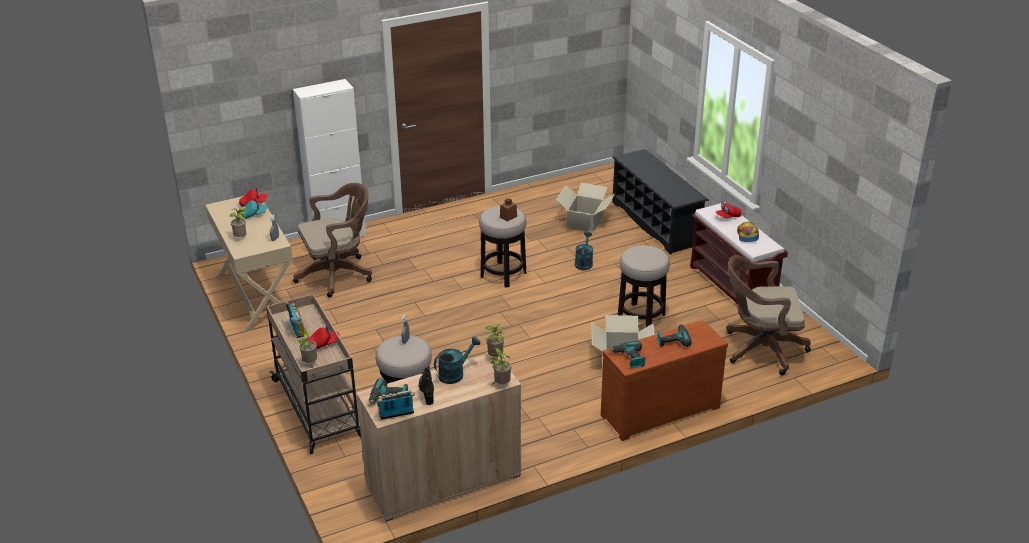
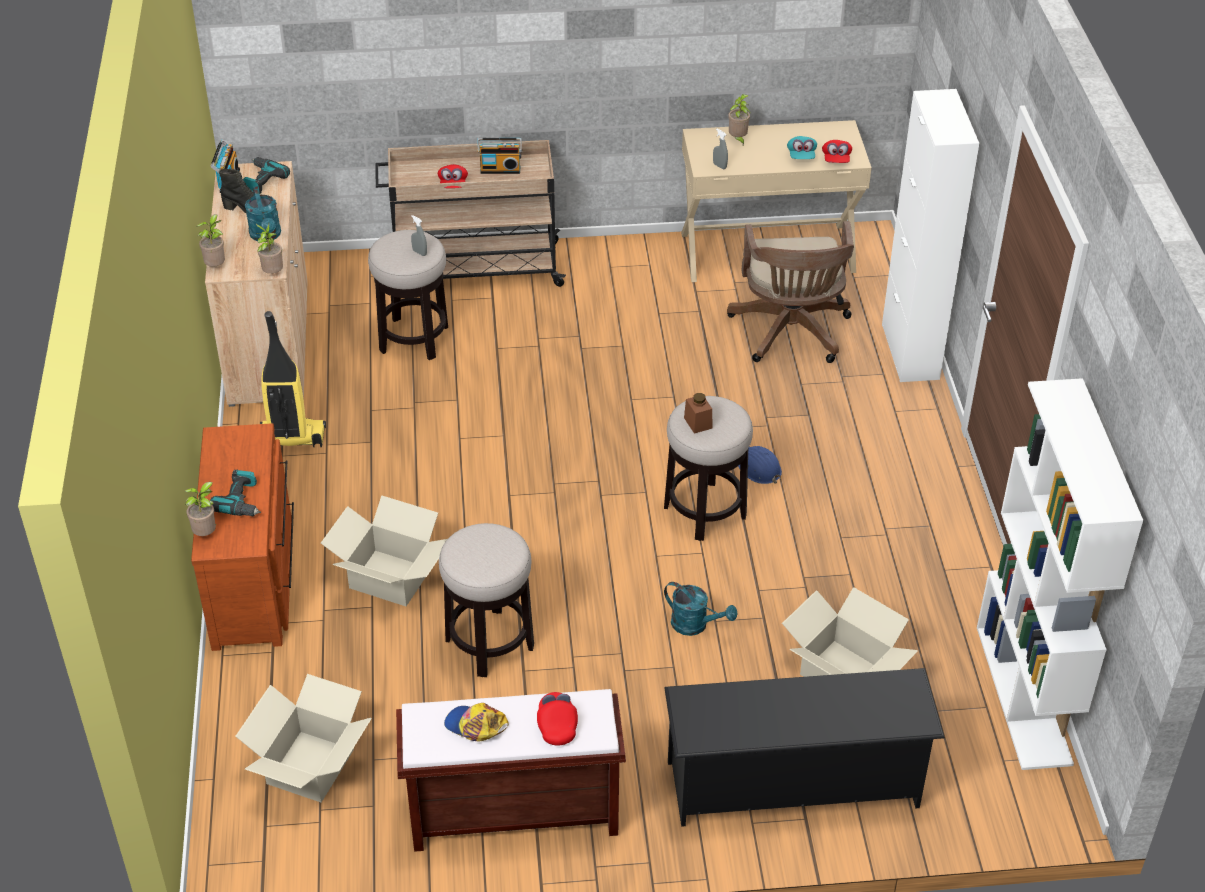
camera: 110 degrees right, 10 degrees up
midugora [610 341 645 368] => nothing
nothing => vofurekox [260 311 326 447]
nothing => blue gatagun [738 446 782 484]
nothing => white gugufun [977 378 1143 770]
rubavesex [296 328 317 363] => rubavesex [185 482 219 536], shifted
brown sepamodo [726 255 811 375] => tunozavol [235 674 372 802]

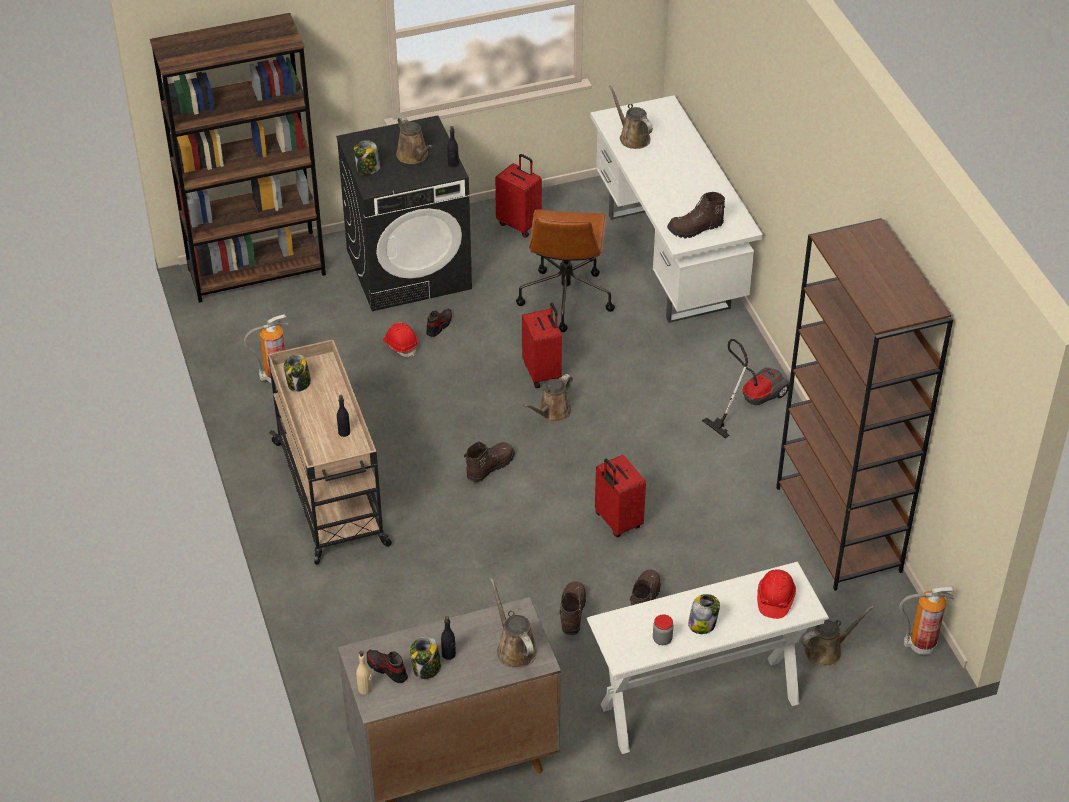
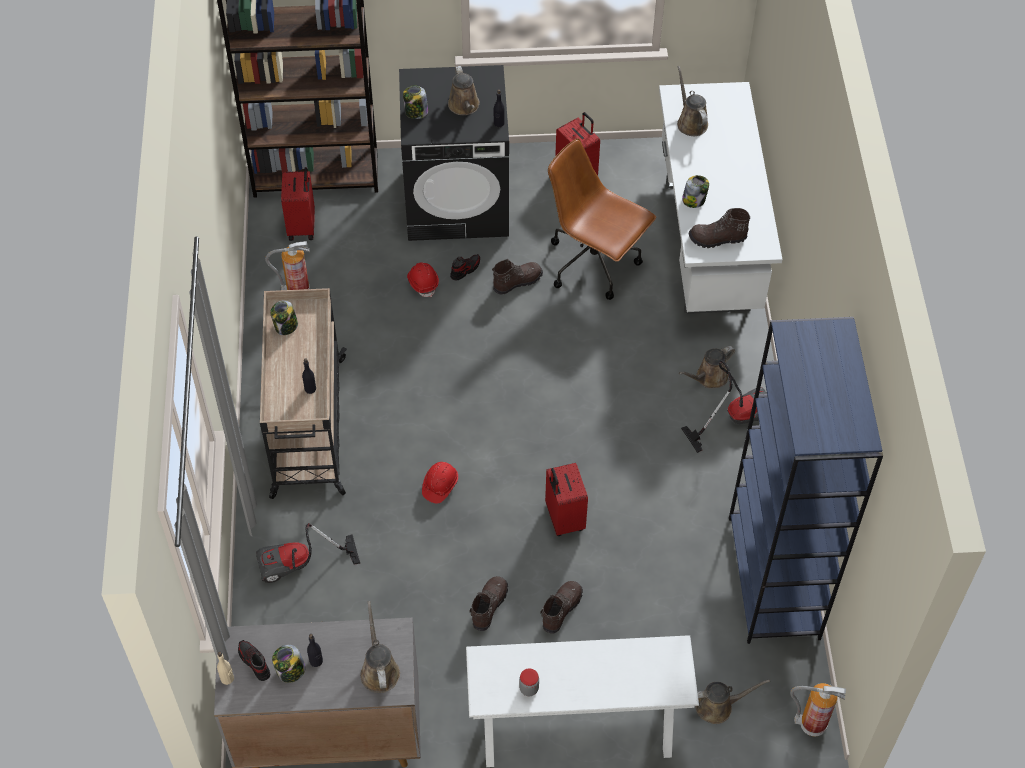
camera: 15 degrees right, 10 degrees up
nothing => vofurekox [256 523 360 583]
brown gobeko [464 441 515 482] => brown gobeko [492 259 543 295], shifted
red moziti [522 302 562 388] => red moziti [281 167 315 241], shifted
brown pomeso [523 374 573 422] => brown pomeso [679 346 735 388], shifted
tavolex [688 594 720 634] => tavolex [682 175 709 208], shifted
red gatagun [757 569 796 619] => red gatagun [422 462 458 504], shifted
brown gugufun [776 218 953 591] => blue gugufun [729 317 883 644]
brown sepamodo [516 209 615 332] => brown sepamodo [548 138 656 300], 105 degrees clockwise

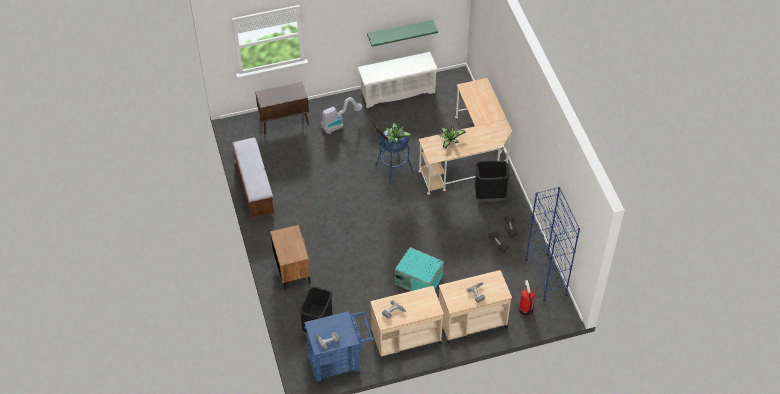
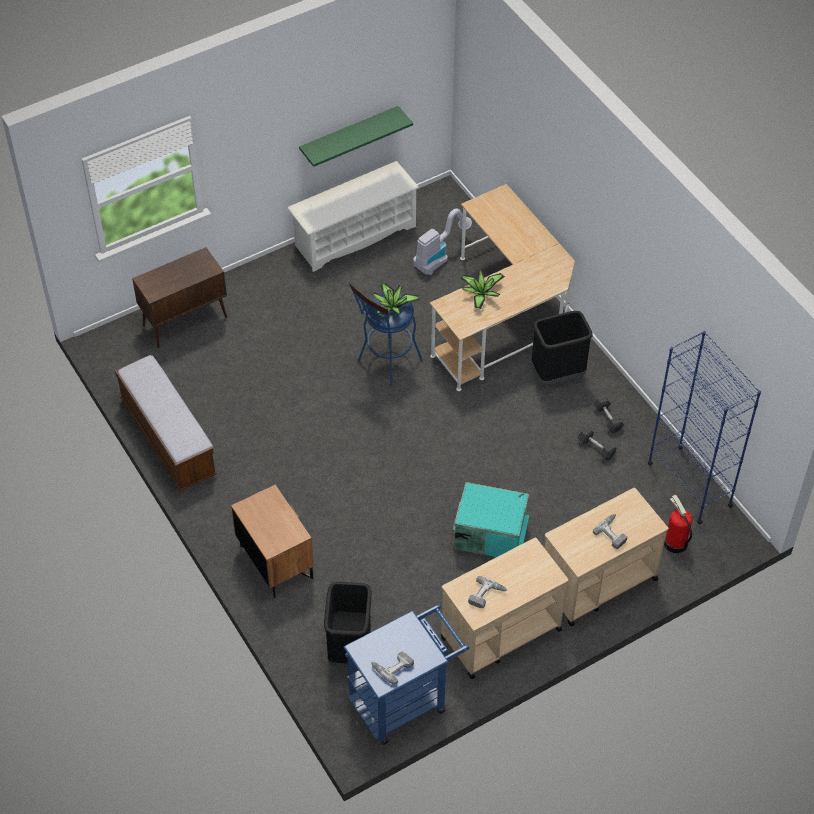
camera: 15 degrees left, 0 degrees up
vofurekox [321 97 362 134] => vofurekox [413 208 472 275], shifted

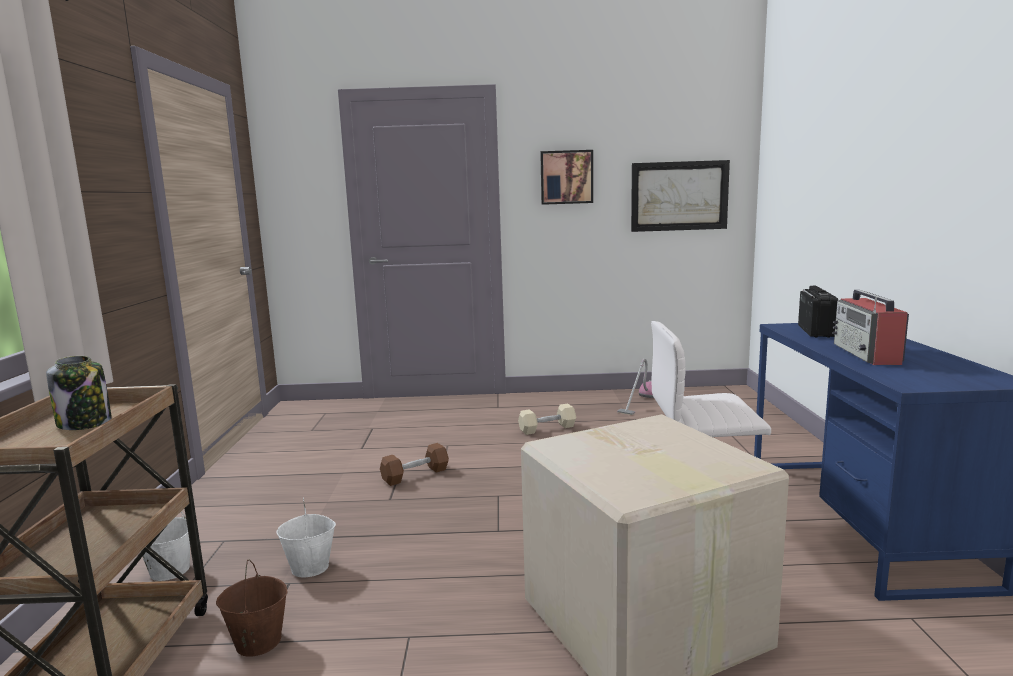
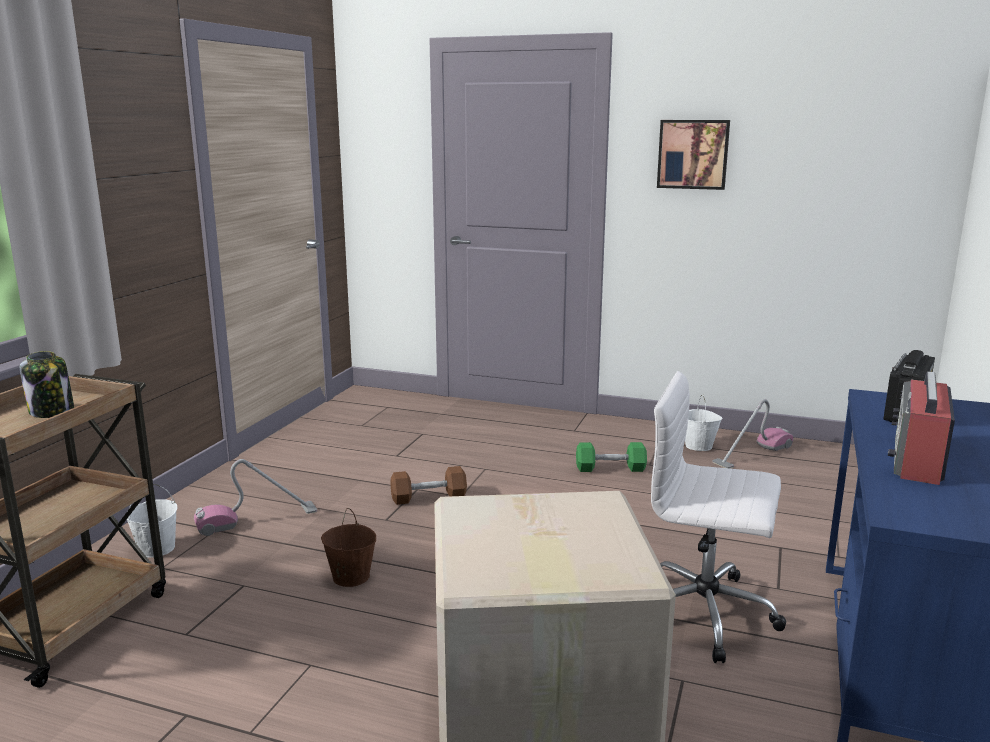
camera: 20 degrees right, 5 degrees up
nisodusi [631 160 730 232] => nothing
nothing => vofurekox [194 459 317 536]
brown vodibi [216 560 287 656] => brown vodibi [321 508 376 587], shifted
white vodibi [277 497 336 577] => white vodibi [685 394 723 451], shifted
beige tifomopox [518 403 576 435] => green tifomopox [576 442 647 472]

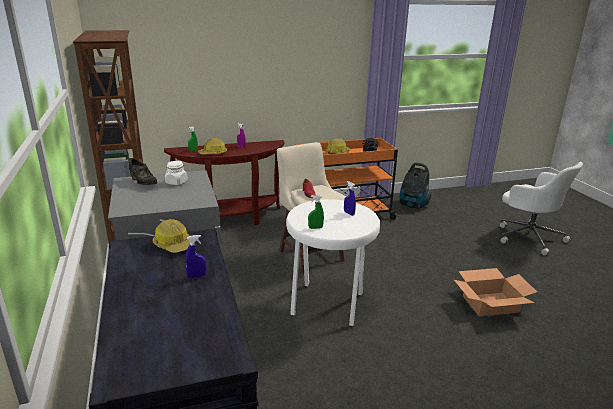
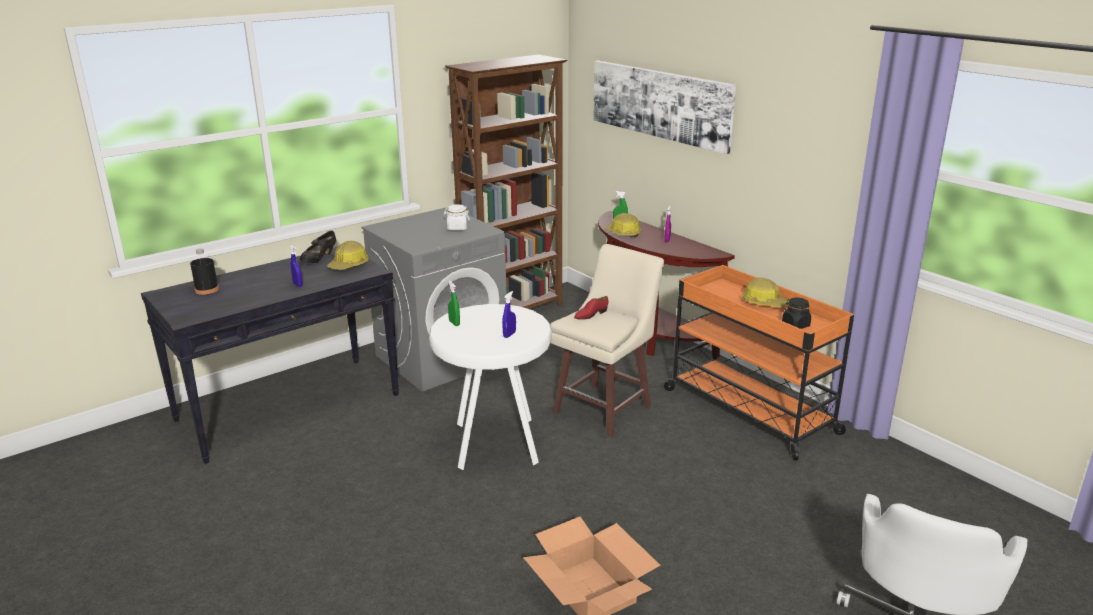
camera: 70 degrees right, 0 degrees up
vofurekox [400 163 431 209] => nothing
nothing => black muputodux [190 248 219 295]
nothing => nisodusi [593 61 736 154]
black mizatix [129 159 157 185] => black mizatix [300 231 336 263], shifted

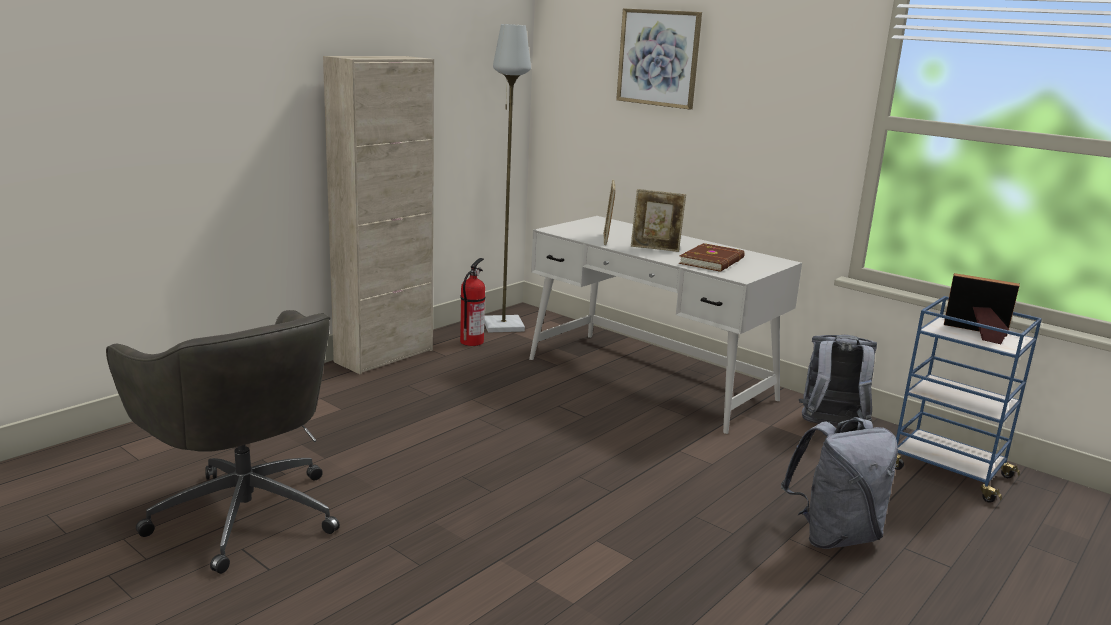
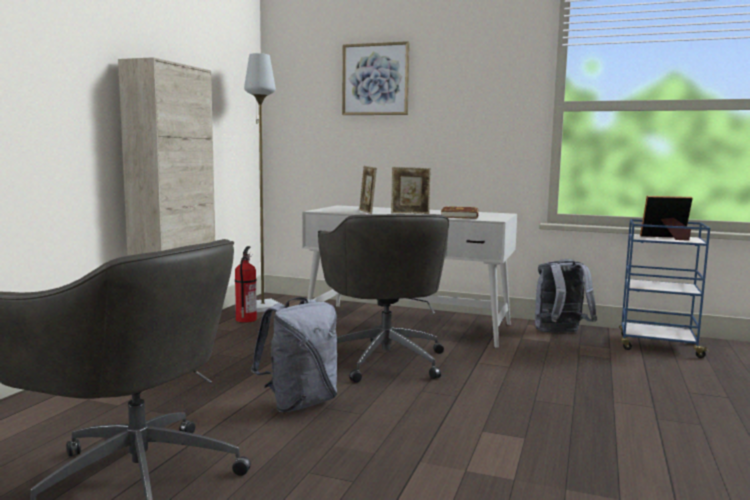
camera: 20 degrees left, 10 degrees down
nothing => grey sepamodo [318 214 449 383]
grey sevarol [781 417 898 549] => grey sevarol [251 297 337 412], shifted

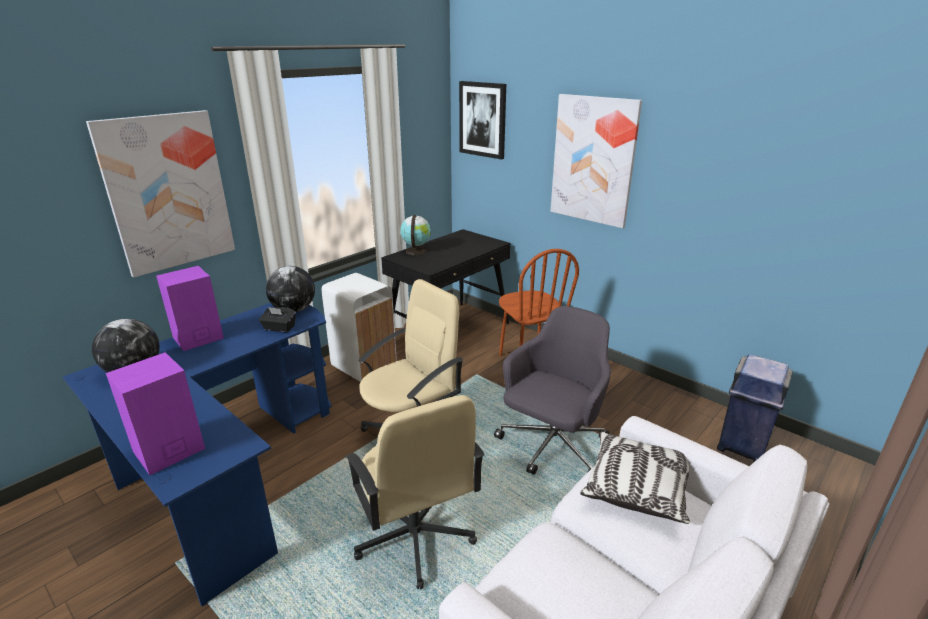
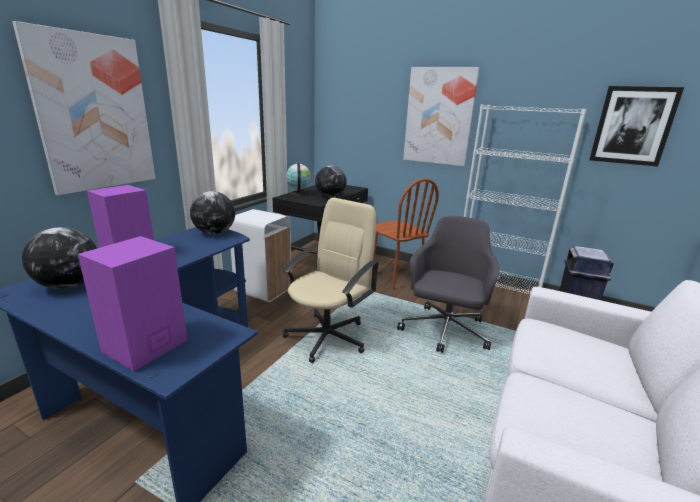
camera: 15 degrees left, 5 degrees down
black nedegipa [259 307 296 332] => nothing
beige sepamodo [345 395 485 589] => nothing
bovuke [580 432 690 524] => nothing
nothing => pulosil [315 165 347 198]
nothing => white gugufun [464 105 587 294]
nisodusi [459 81 506 160] => nisodusi [589 86 684 167], shifted

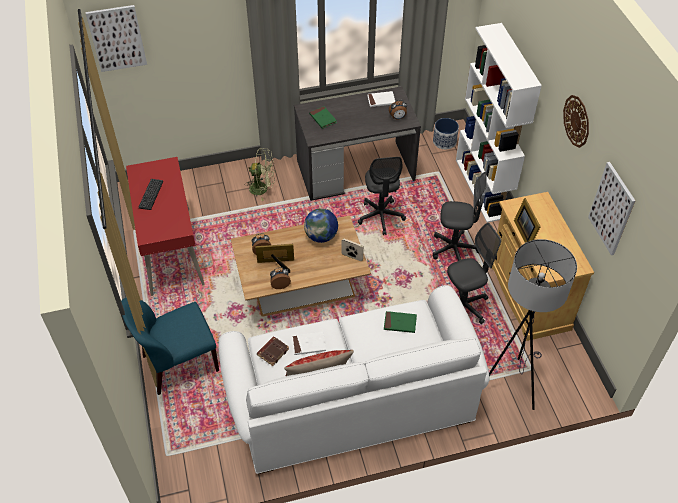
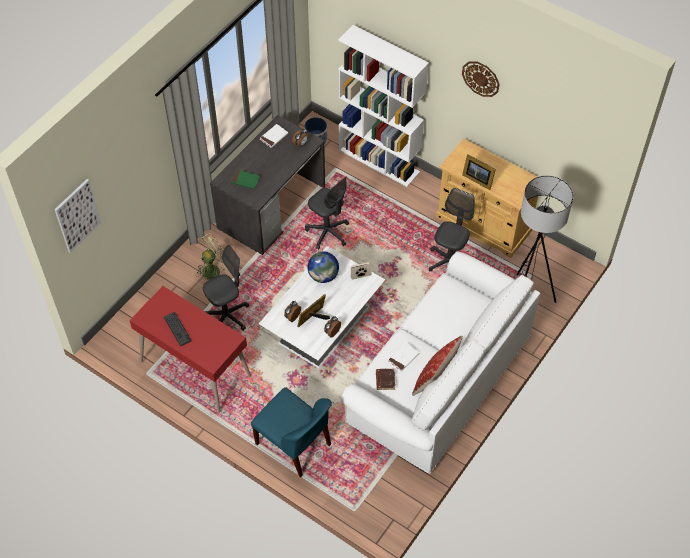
camera: 40 degrees left, 5 degrees up
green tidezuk [384 311 417 333] => nothing
nisodusi [588 162 635 255] => nothing
grey sepamodo [433 172 487 261] => grey sepamodo [203 245 249 331], shifted
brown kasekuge [231 215 371 317] => white kasekuge [259 246 385 368]
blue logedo [121 298 219 395] => blue logedo [251 387 332 477], 75 degrees counterclockwise

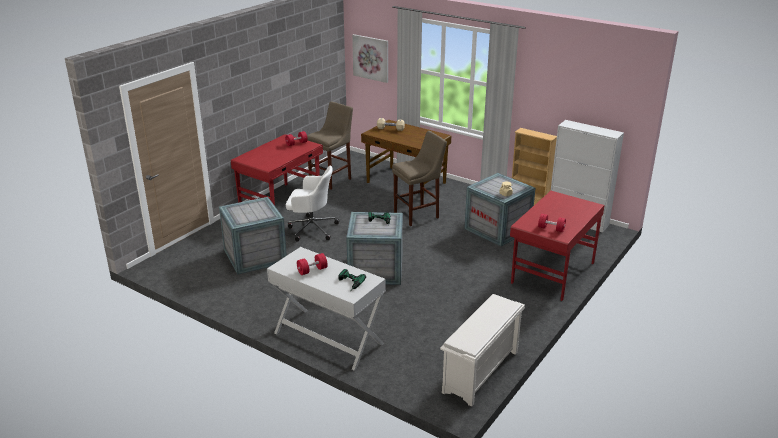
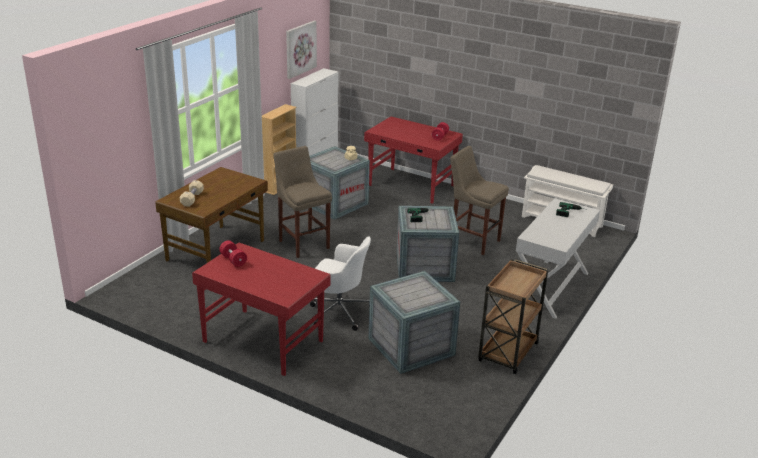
camera: 95 degrees left, 0 degrees up
red tifomopox [297 253 328 275] => nothing
nothing => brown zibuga [478 259 548 374]
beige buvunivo [307 101 353 190] => beige buvunivo [450 146 509 255], shifted
nisodusi [352 34 388 83] => nisodusi [286 21 317 79], shifted
white sepamodo [286 165 339 242] => white sepamodo [310 236 371 331], 105 degrees clockwise

